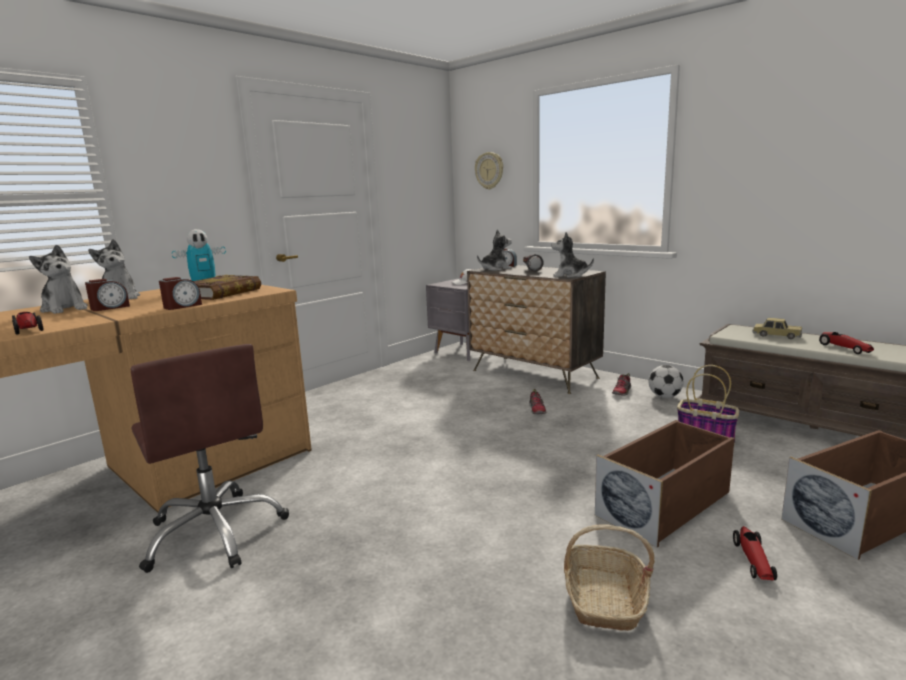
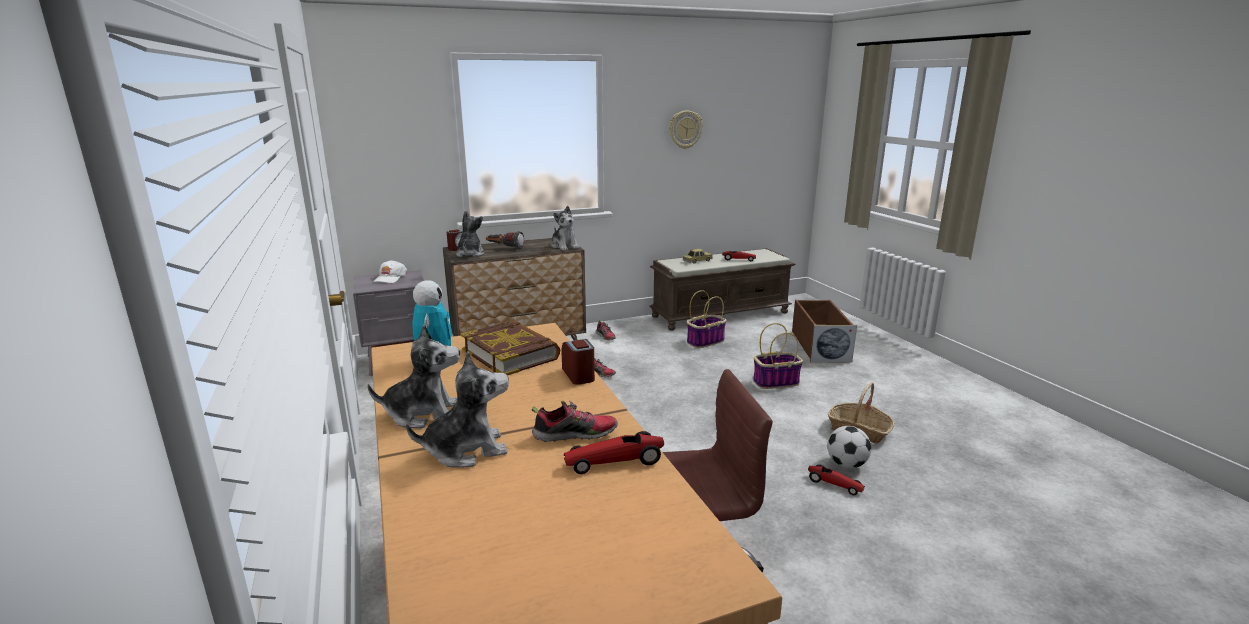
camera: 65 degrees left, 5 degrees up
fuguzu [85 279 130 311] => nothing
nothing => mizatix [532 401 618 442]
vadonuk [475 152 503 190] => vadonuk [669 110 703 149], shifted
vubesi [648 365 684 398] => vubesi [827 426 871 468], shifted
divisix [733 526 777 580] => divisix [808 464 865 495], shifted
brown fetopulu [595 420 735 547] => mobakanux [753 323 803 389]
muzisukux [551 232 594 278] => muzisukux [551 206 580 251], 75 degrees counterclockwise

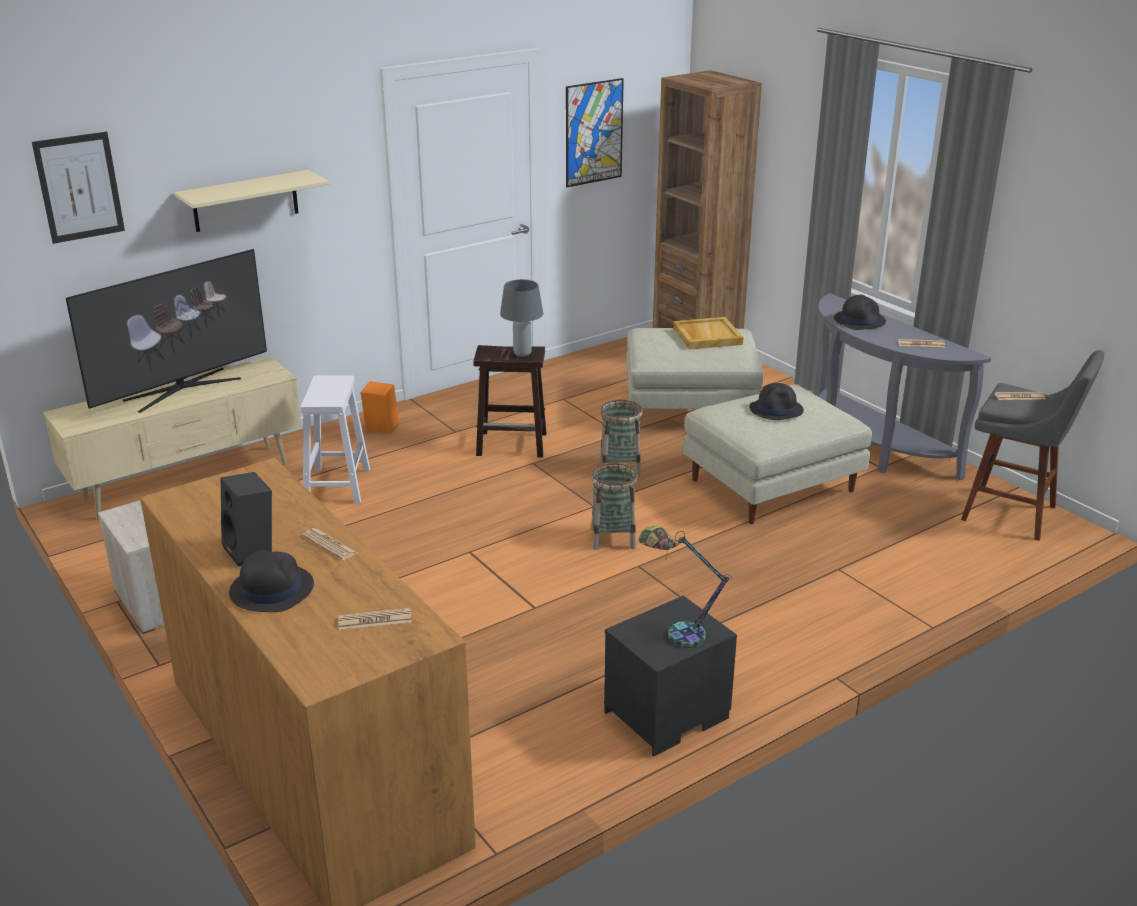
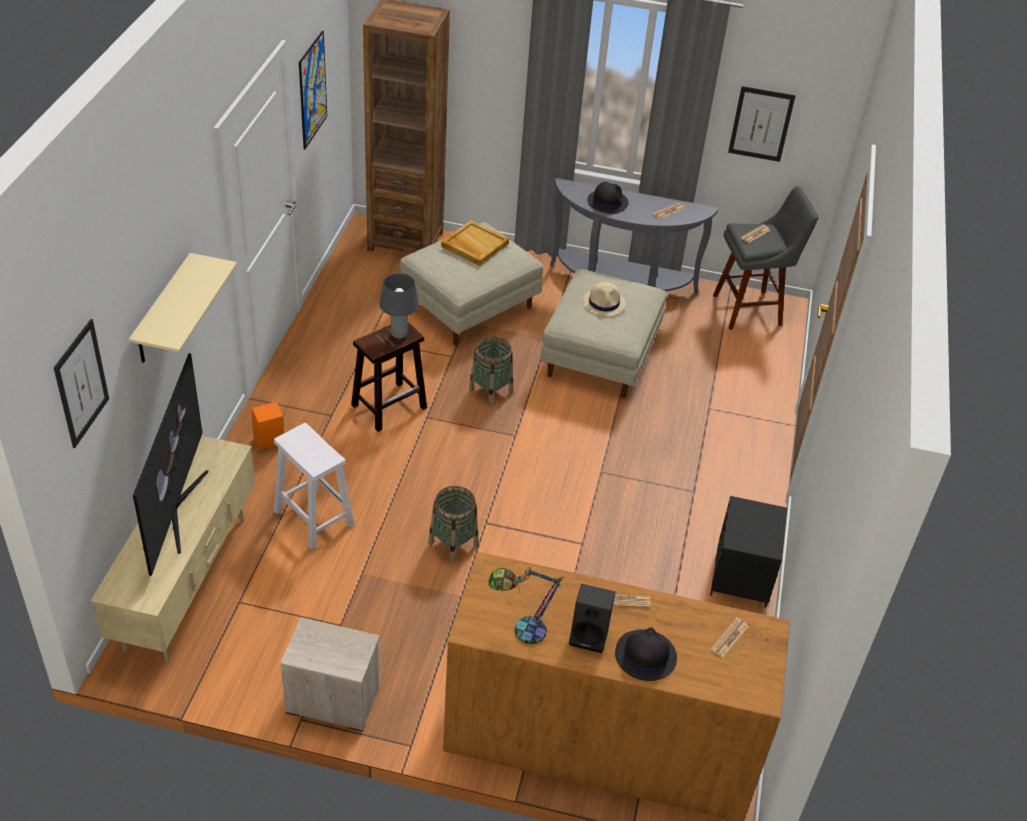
camera: 45 degrees left, 15 degrees up
nothing => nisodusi [728 86 796 162]
mobakanux [591 463 638 550] => mobakanux [428 486 478 563], shifted
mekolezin [638 526 732 648] => mekolezin [489 567 564 644], shifted
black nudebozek [749 383 804 420] => beige nudebozek [583 282 626 316]

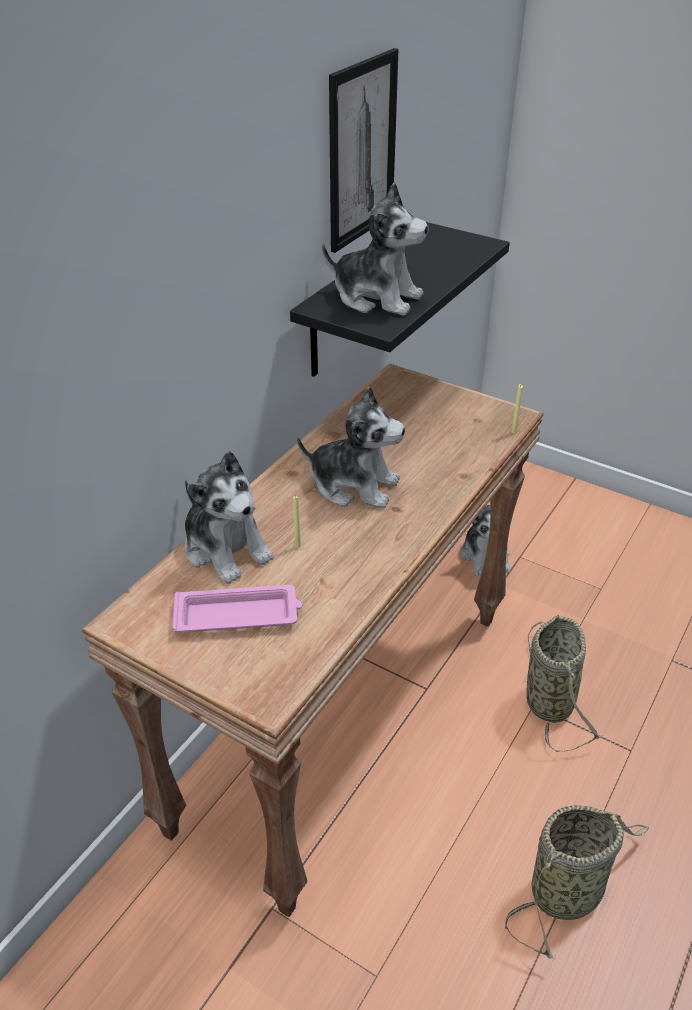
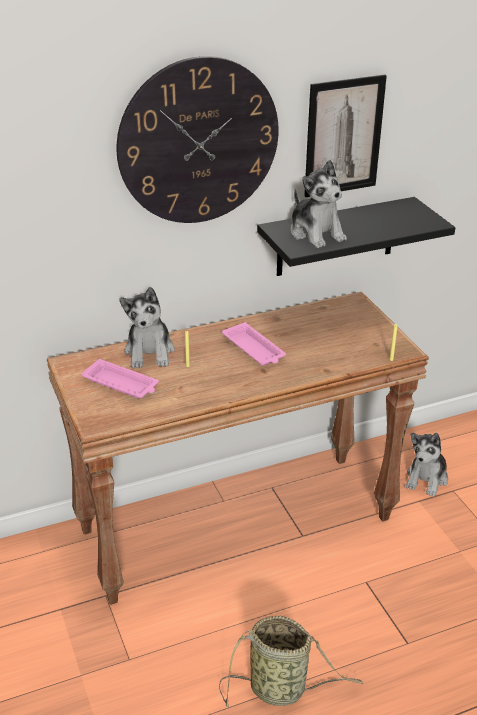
camera: 35 degrees right, 5 degrees down
mobakanux [527 615 602 752] => nothing
nothing => vadonuk [117 56 279 223]
muzisukux [297 386 405 509] => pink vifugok [222 322 286 365]

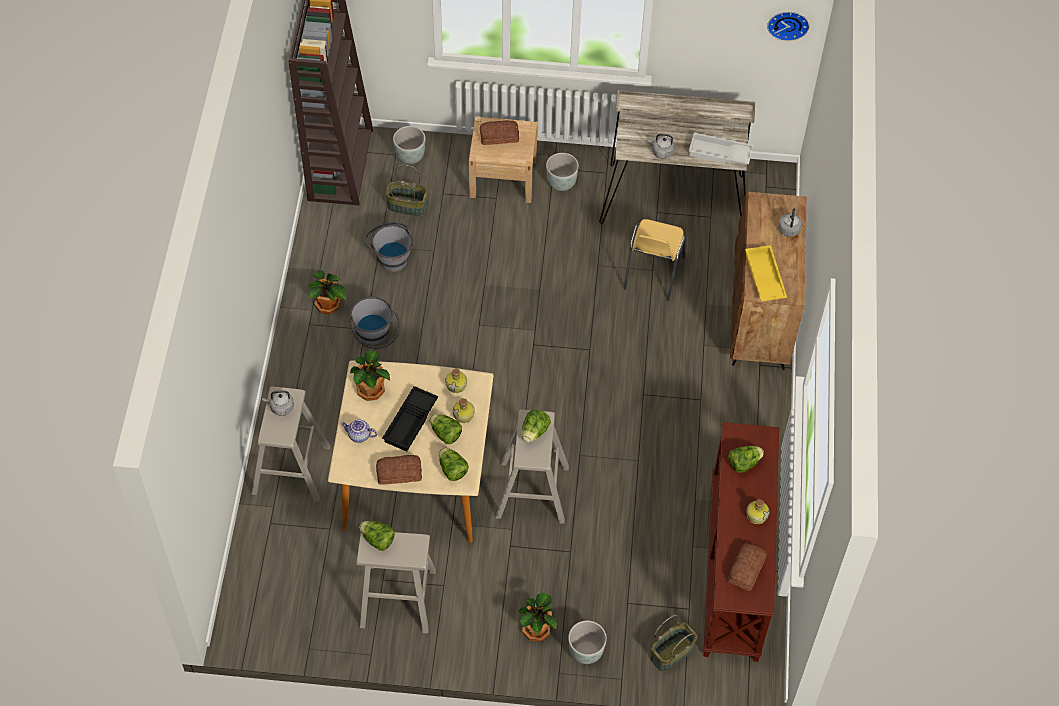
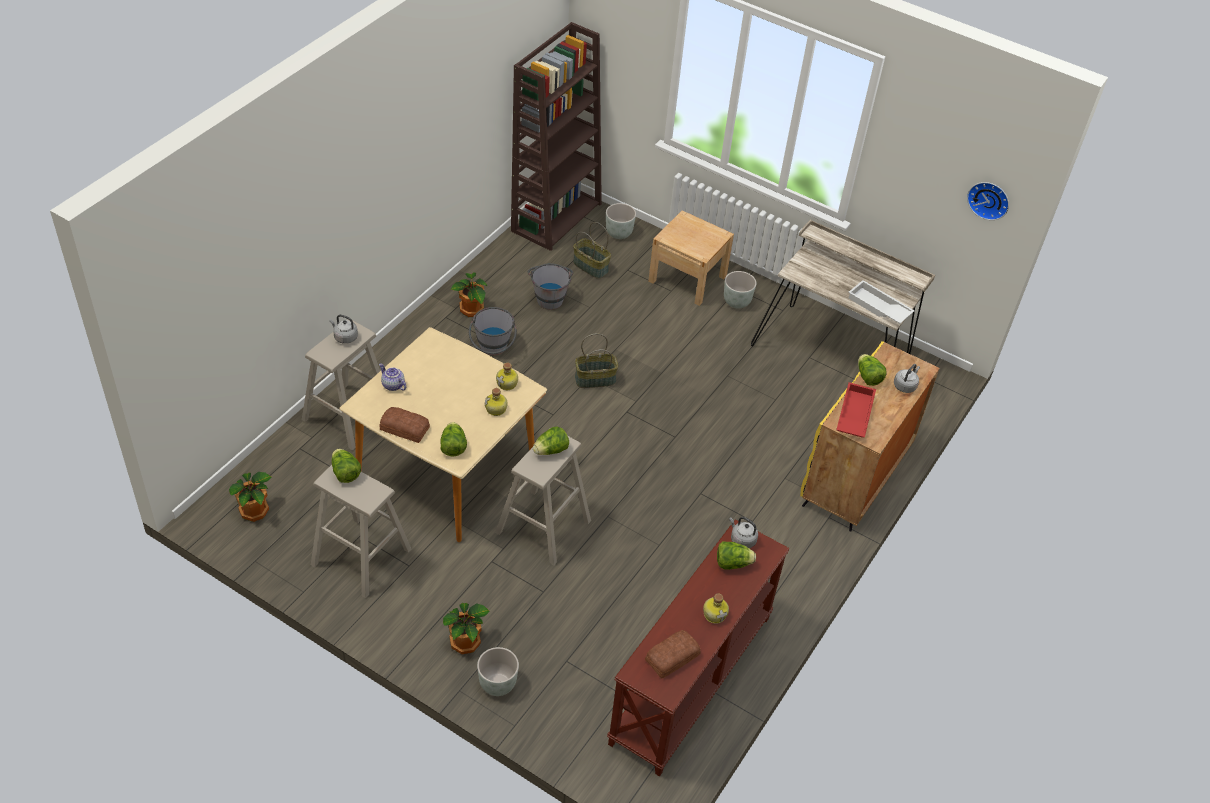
camera: 25 degrees right, 10 degrees down
black vifugok [382 386 438 452] => nothing
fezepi [480 120 519 145] => nothing
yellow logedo [624 219 686 301] => nothing
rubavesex [350 351 390 401] => rubavesex [229 472 271 522], shifted
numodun [429 414 462 444] => numodun [858 354 887 386], shifted
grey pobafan [647 134 675 159] => grey pobafan [729 517 758 548], shifted
mobakanux [650 615 697 672] => mobakanux [575 333 618 388], shifted
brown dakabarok [730 191 807 370] => yellow dakabarok [800 341 940 532]
yellow vifugok [745 245 787 301] => red vifugok [836 382 876 438]

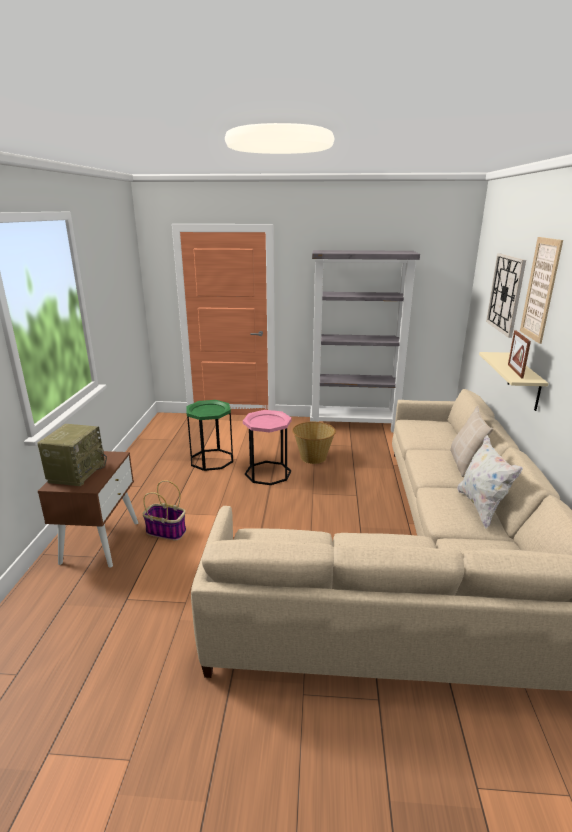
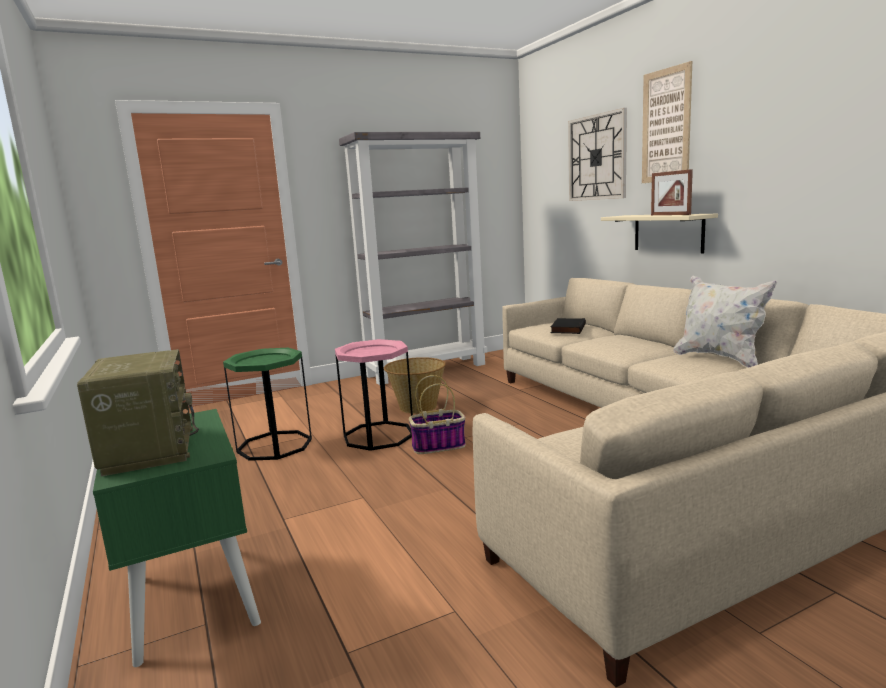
camera: 30 degrees left, 10 degrees down
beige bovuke [450 406 494 477] => nothing
nothing => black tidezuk [551 318 586 334]
mobakanux [143 480 186 540] => mobakanux [409 375 466 454], shifted
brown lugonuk [38 451 138 568] => green lugonuk [93 409 261 667]

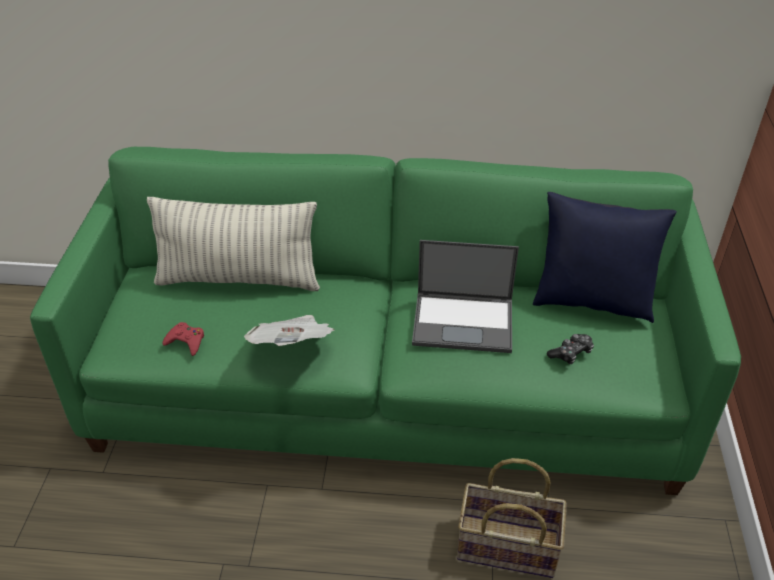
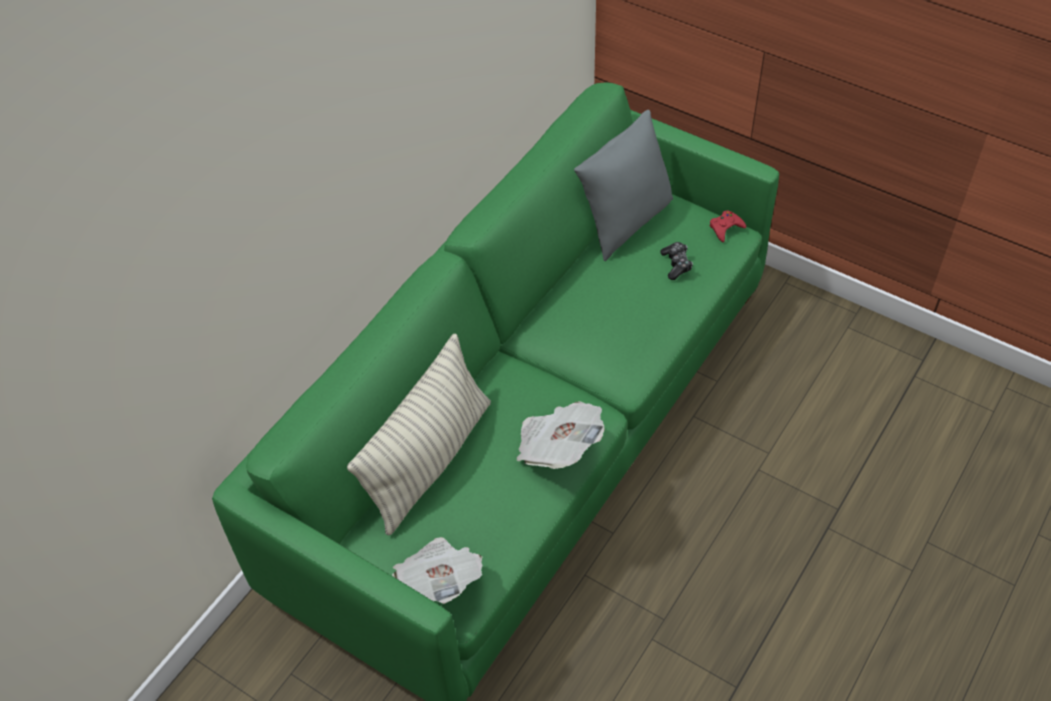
camera: 60 degrees left, 10 degrees up
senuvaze [412 240 519 353] => nothing
mobakanux [457 458 567 578] => nothing
nothing => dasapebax [392 537 483 604]
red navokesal [163 322 204 356] => red navokesal [710 211 746 242], shifted
blue bovuke [533 192 677 323] => grey bovuke [574 110 673 261]

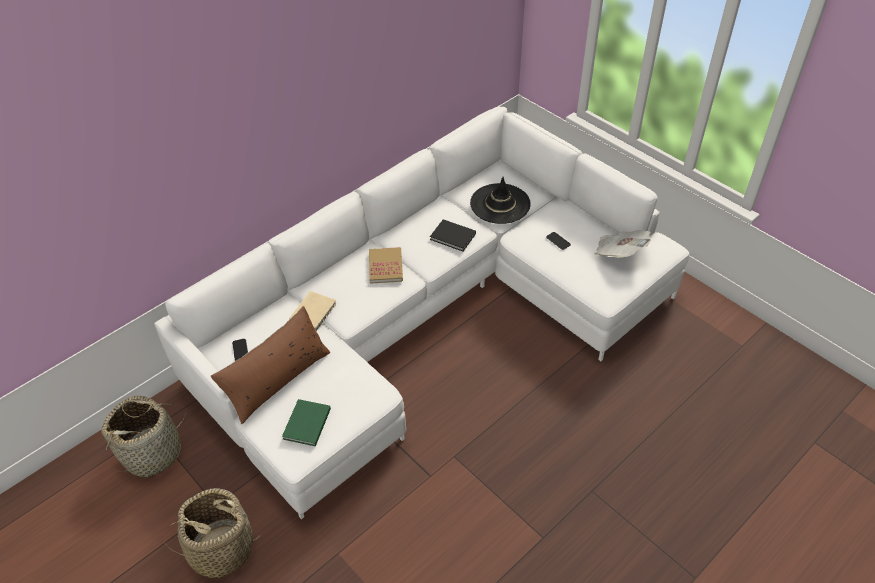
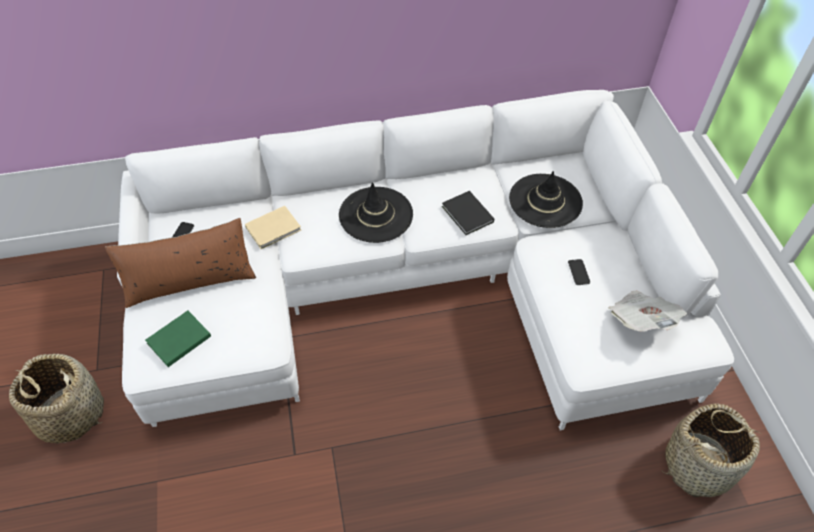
camera: 30 degrees right, 5 degrees up
mobakanux [101 396 186 478] => mobakanux [662 403 764 497], shifted
tidezuk [369 247 403 284] => black nudebozek [339 182 413 243]

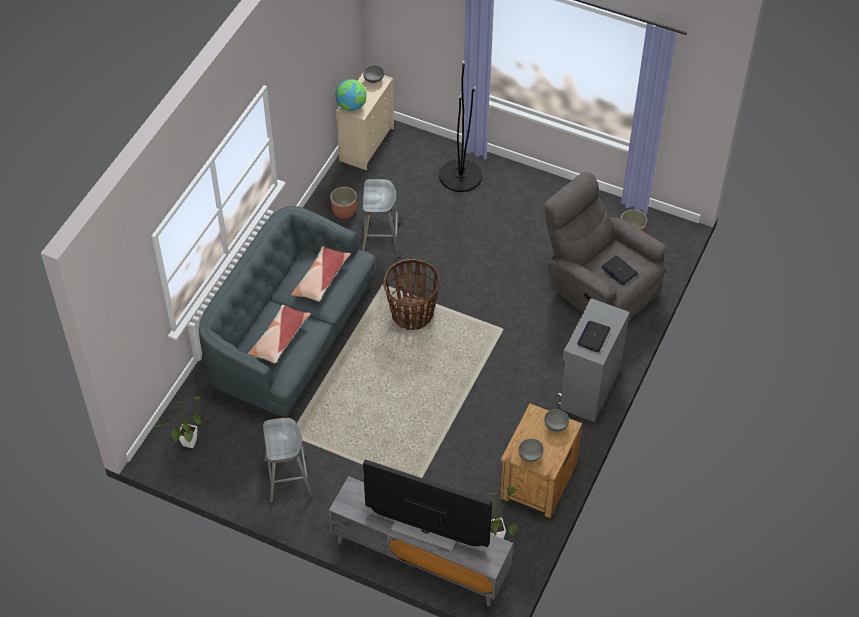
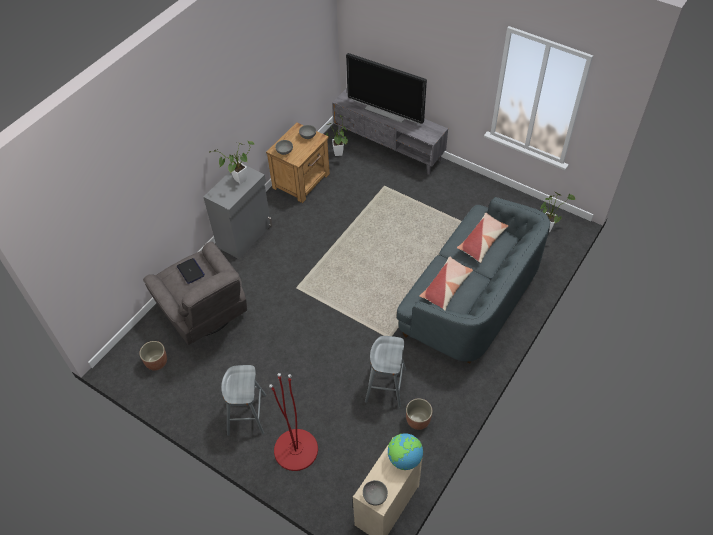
camera: 170 degrees left, 0 degrees up
mobakanux [383 259 440 330] => nothing
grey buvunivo [263 418 313 503] => grey buvunivo [221 365 266 436], shifted
senuvaze [577 321 611 352] => rubavesex [209 141 254 184]
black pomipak [439 61 482 192] => red pomipak [269 373 318 471]

